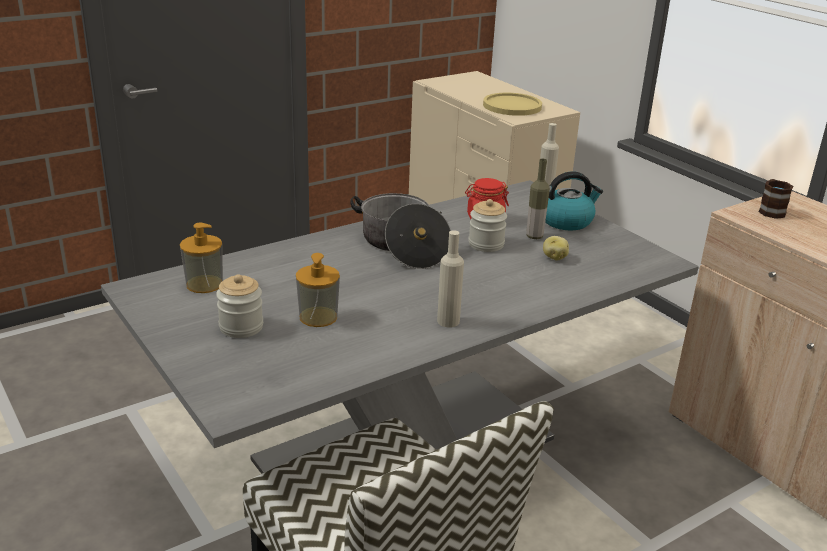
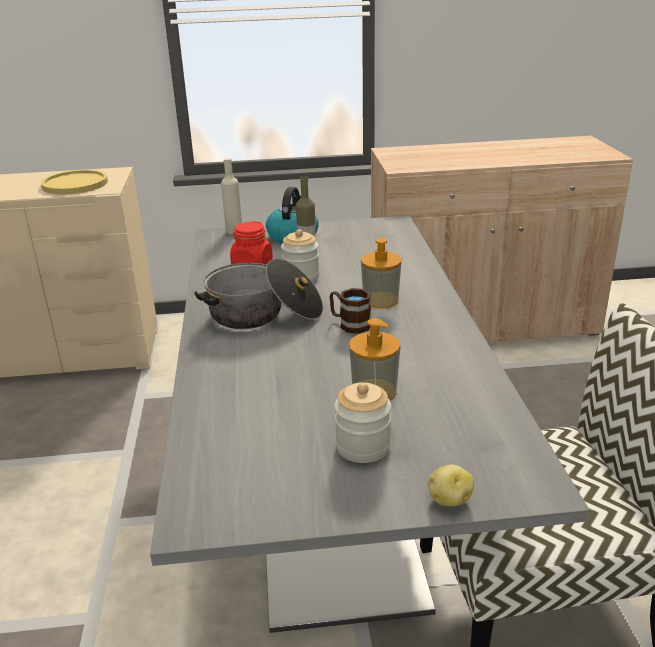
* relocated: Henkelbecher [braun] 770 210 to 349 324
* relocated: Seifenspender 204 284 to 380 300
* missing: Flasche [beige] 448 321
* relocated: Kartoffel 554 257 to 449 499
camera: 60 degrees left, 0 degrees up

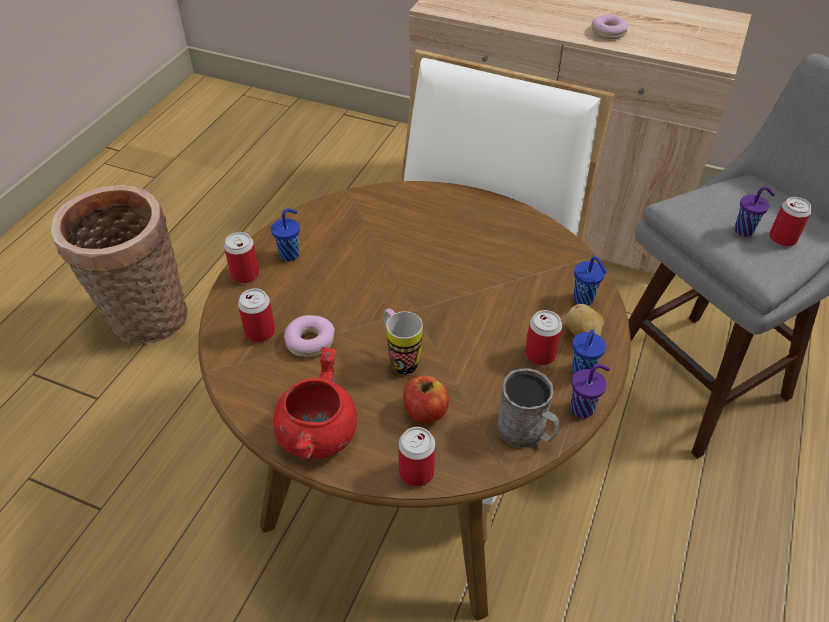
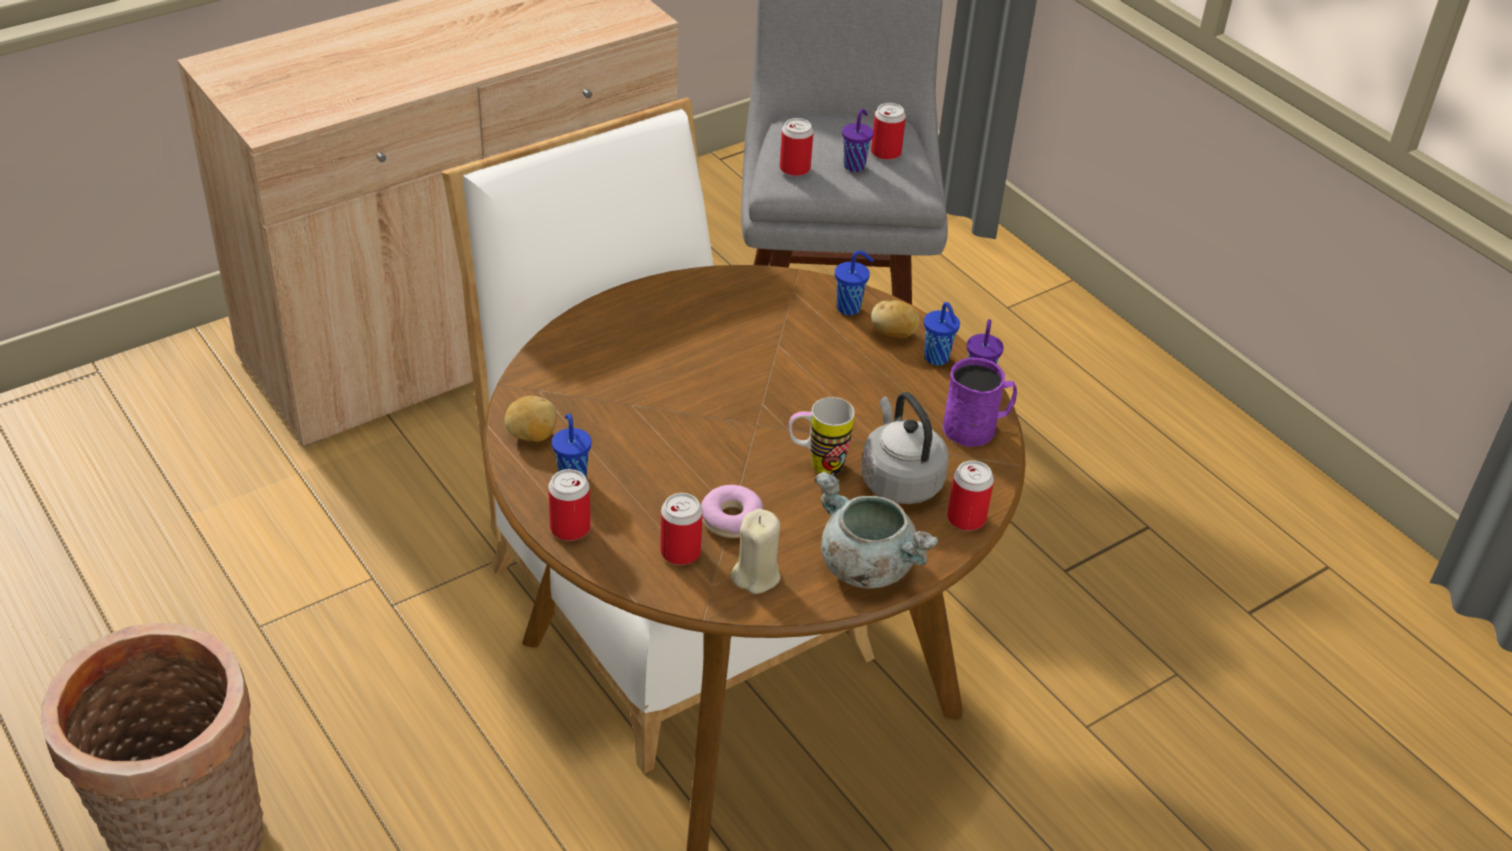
* missing: Donut 608 32
* relocated: Dose 540 354 to 794 169
* colour: Kochtopf [rot] 317 434 to Kochtopf [grau] 865 566
* colour: Henkelbecher [grau] 526 432 to Henkelbecher [lila] 976 427
* exchanged: Apfel 425 411 to Wasserkessel [grau] 899 479
* appeared: Kartoffel 531 435
* appeared: Kerze [beige] 756 575
camera: 60 degrees left, 5 degrees down

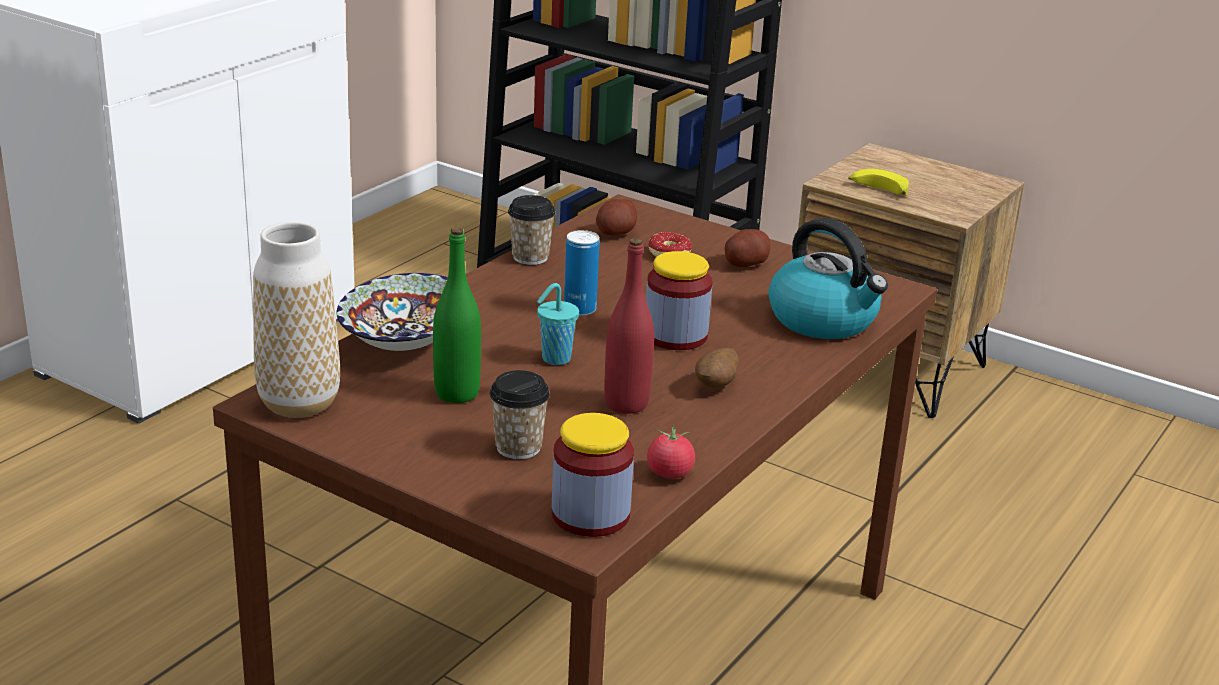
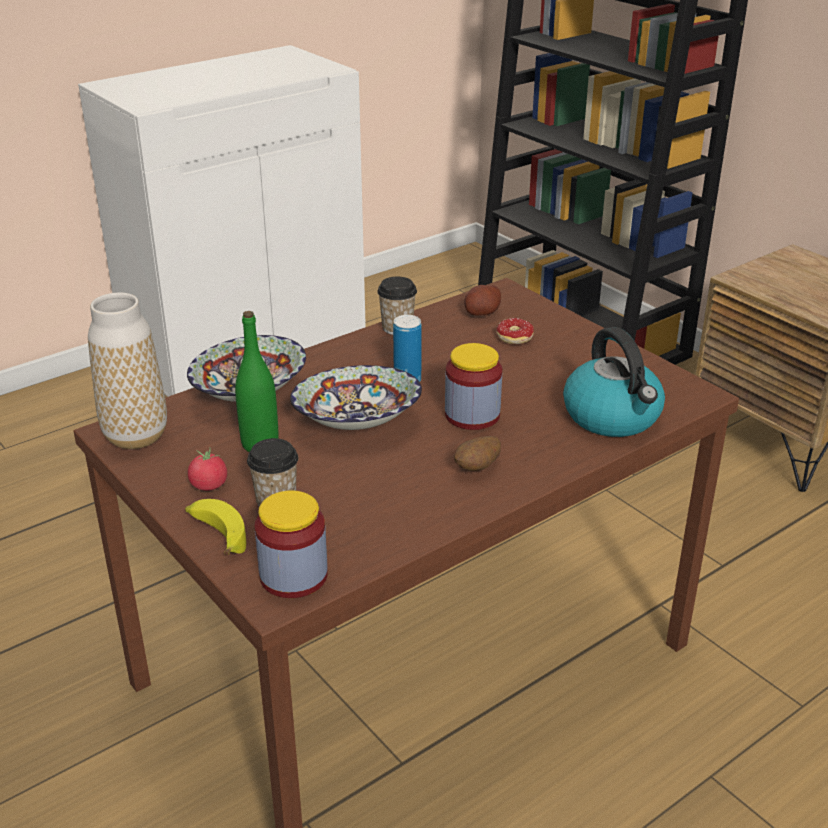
* relocated: Banane 877 190 to 216 534
* missing: Kartoffel 745 264
* missing: Flasche [rot] 626 404
* exchanged: Tasse [türkis] 554 359 to Schüssel 357 424
* relocated: Tomate 669 473 to 209 485
camera: 20 degrees right, 5 degrees up

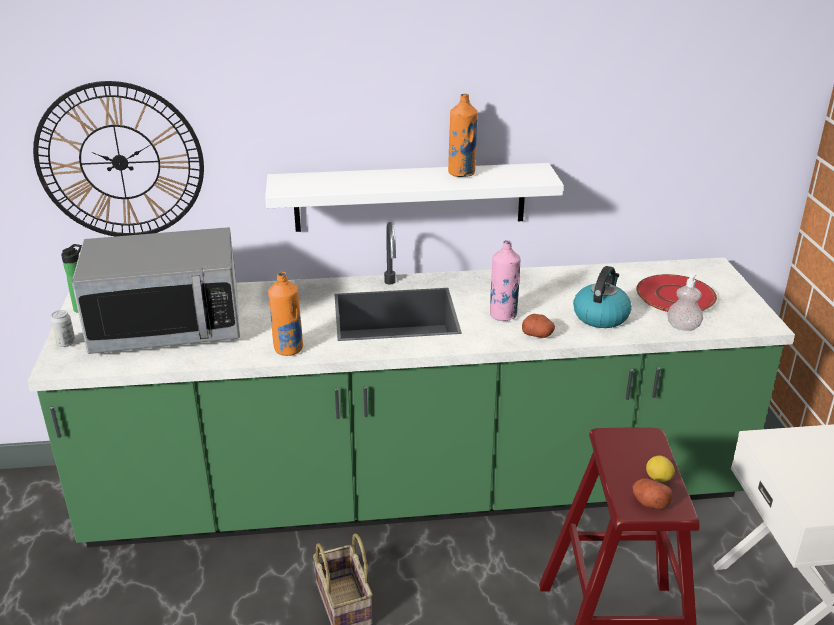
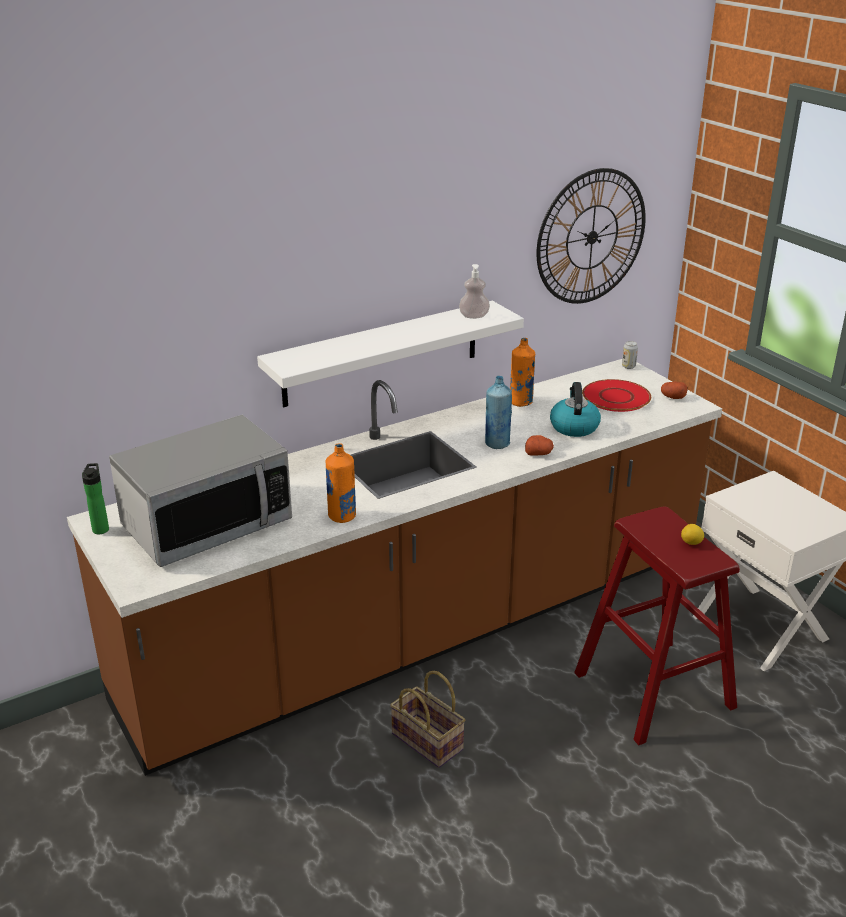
* relocated: Wanduhr 120 162 to 591 237
* relocated: Flasche [orange] 462 173 to 521 402
* colour: Küchenzeile [grün] 417 491 to Küchenzeile [braun] 422 630
* colour: Flasche [rosa] 503 315 to Flasche [blau] 497 444
* relocated: Seifenspender 683 327 to 474 316
* relocated: Dose 66 343 to 628 366
* relocated: Kartoffel 649 502 to 672 397
camera: 25 degrees left, 0 degrees up

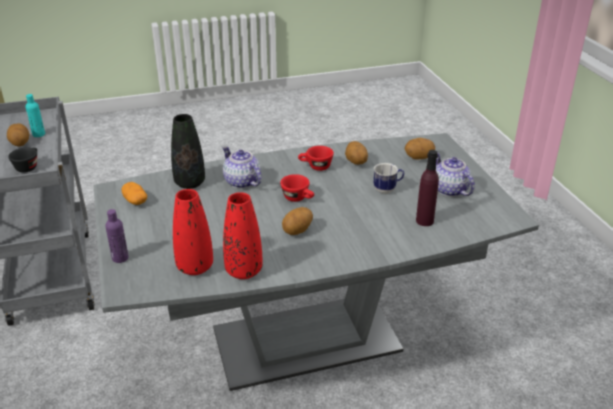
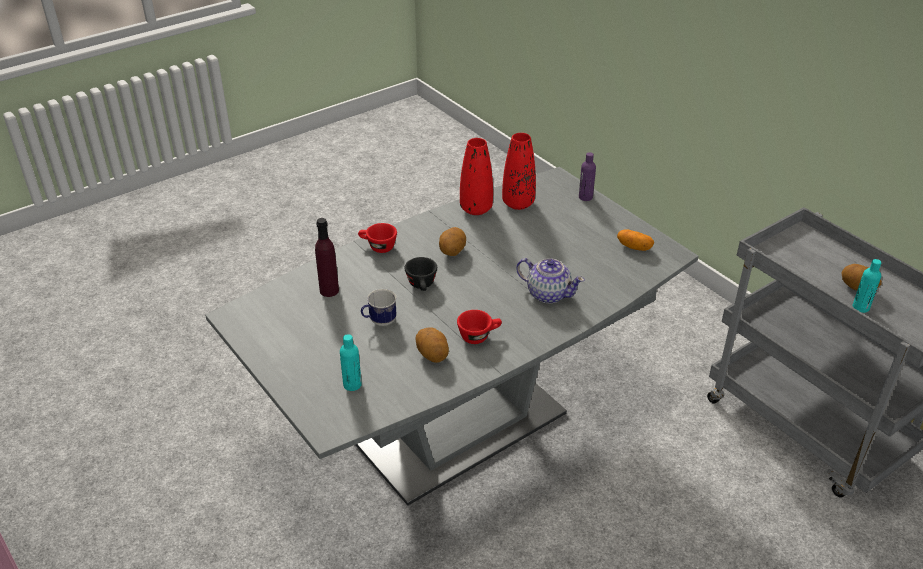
* missing: Vase [schwarz] 190 183
* exchanged: Kartoffel 419 158 to Flasche [türkis] 352 385
* relocated: Tasse [schwarz] 28 166 to 422 286
* missing: Teekanne 449 190
* relocated: Tasse [rot] 298 198 to 377 247
camera: 160 degrees right, 5 degrees up

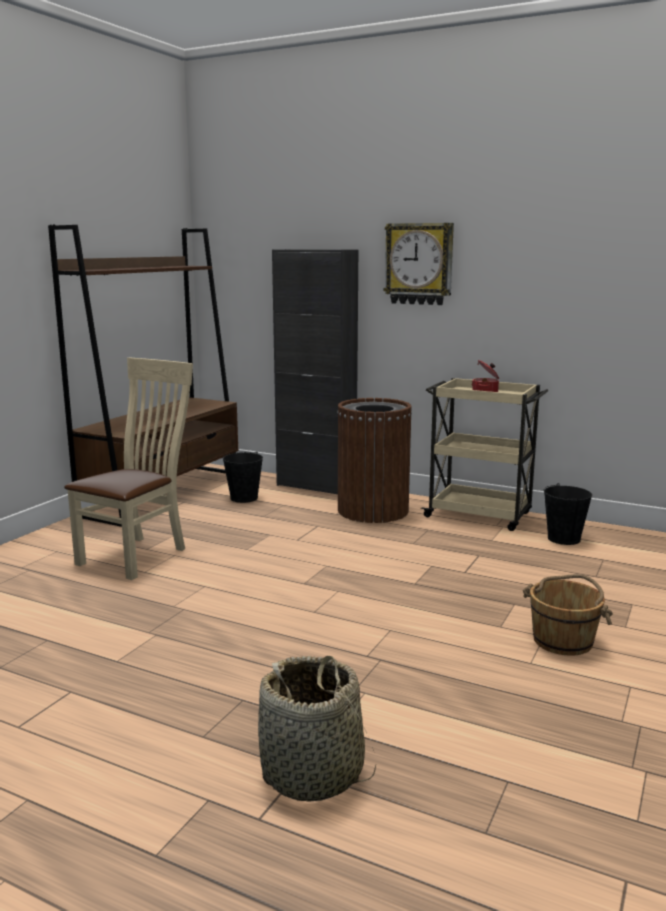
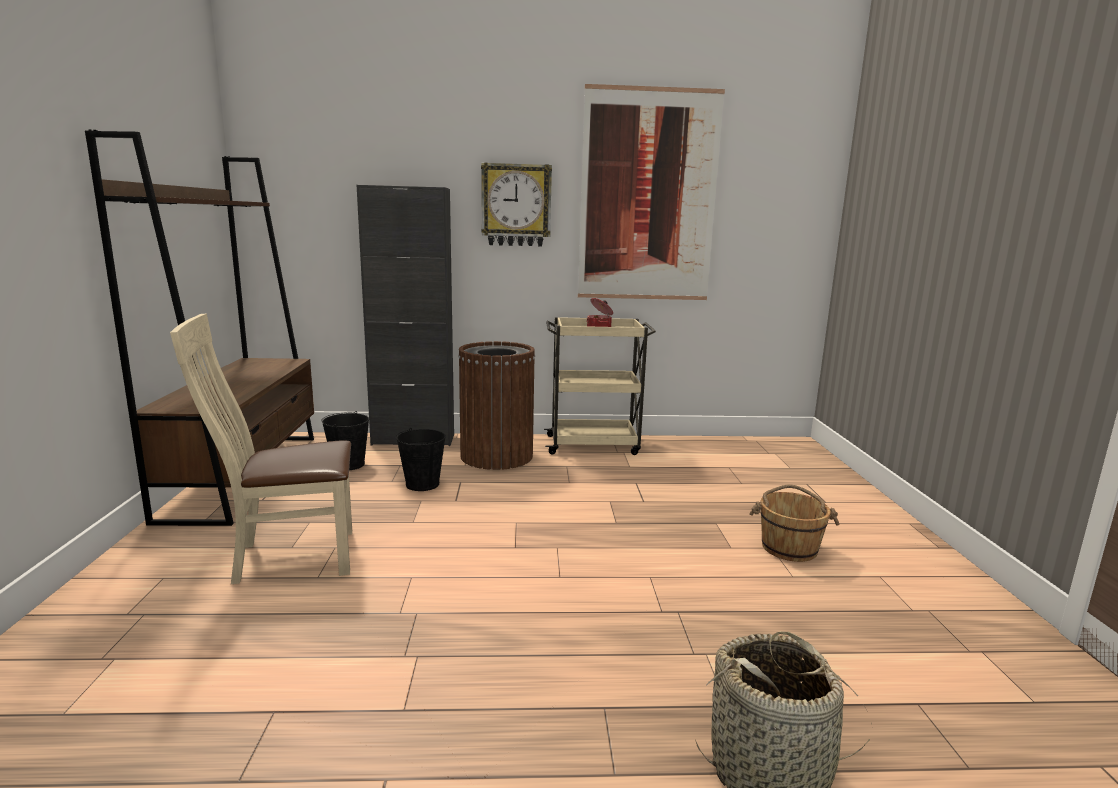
* spun: Stuhl [beige] 138 555 = 287 557 105 degrees counterclockwise
* relocated: Eimer [schwarz] 564 538 to 422 484
* appeared: Bild 648 197
camera: 30 degrees left, 0 degrees up

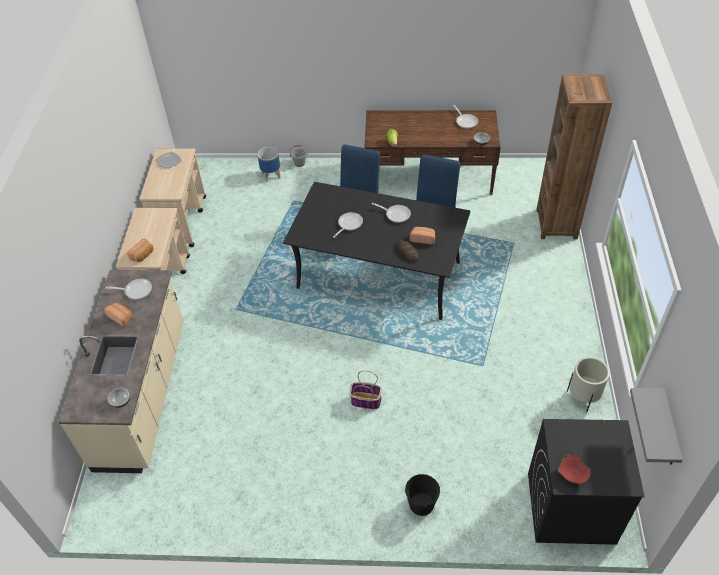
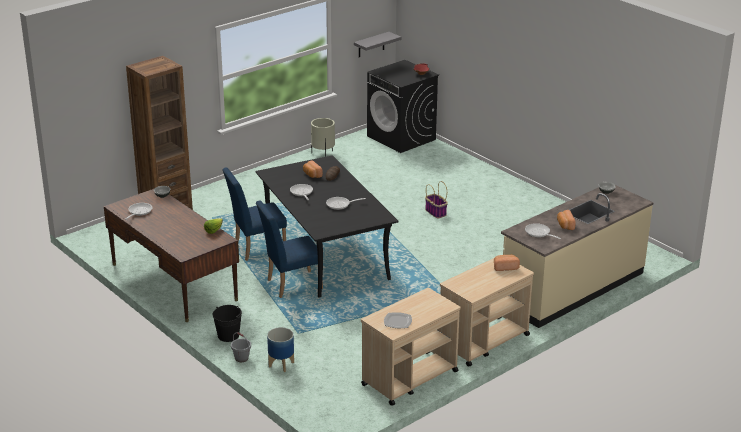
* relocated: Eimer [schwarz] 421 504 to 228 335
camera: 135 degrees left, 20 degrees down

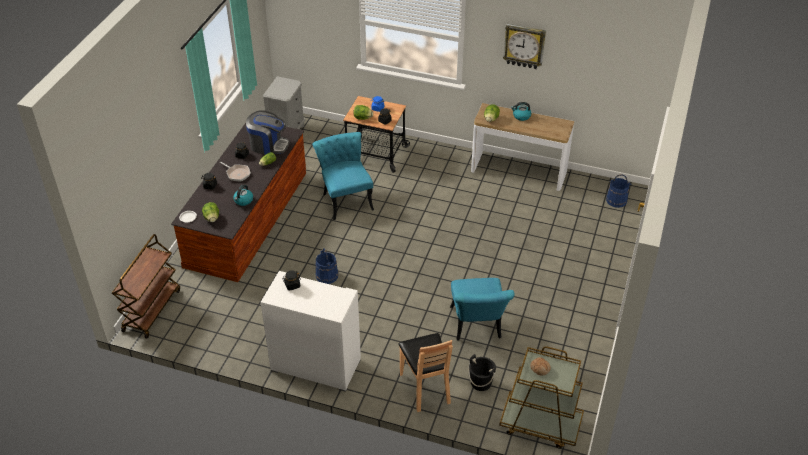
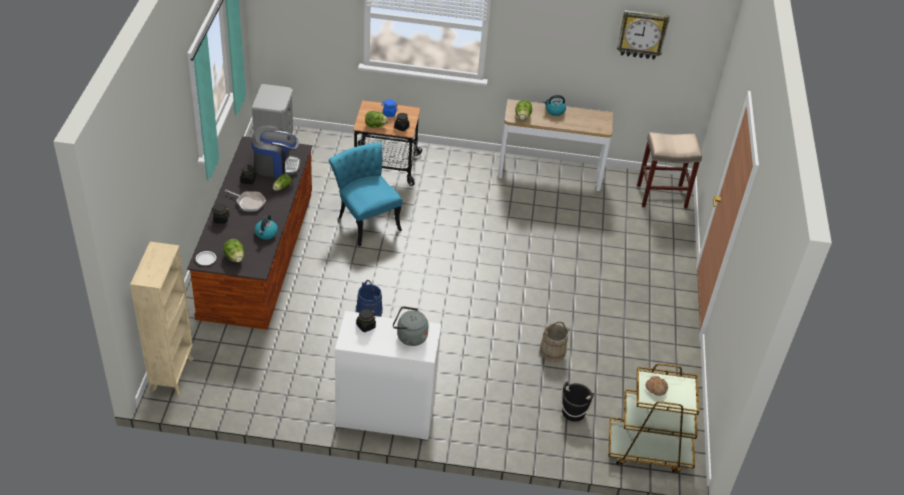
* relocated: Wanduhr 524 46 to 642 34
* exchanged: Eimer [blau] 616 200 to Hocker [beige] 662 196
* exchanged: Rollwagen [braun] 151 310 to Bücherregal [beige] 173 373
* exchanged: Stuhl [türkis] 477 327 to Eimer [beige] 552 351
* missing: Stuhl [braun] 425 387
* appeared: Wasserkessel [grau] 409 336
camera: 15 degrees left, 0 degrees up

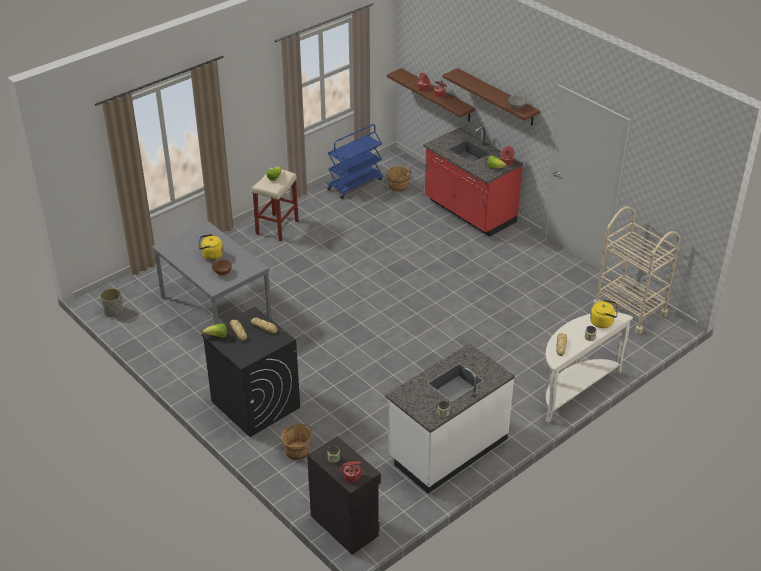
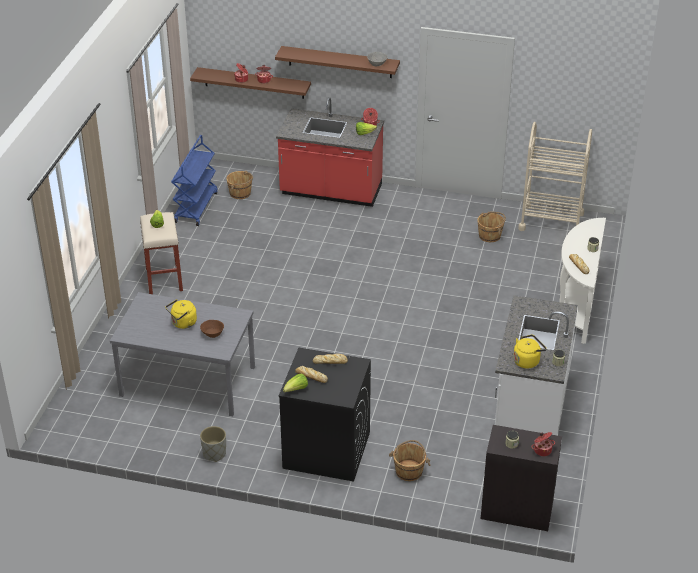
* relocated: Pflanzkübel [grau] 113 311 to 214 454
* relocated: Wasserkessel [gelb] 603 322 to 527 361
* appeared: Eimer [braun] 490 235
camera: 35 degrees left, 0 degrees up

